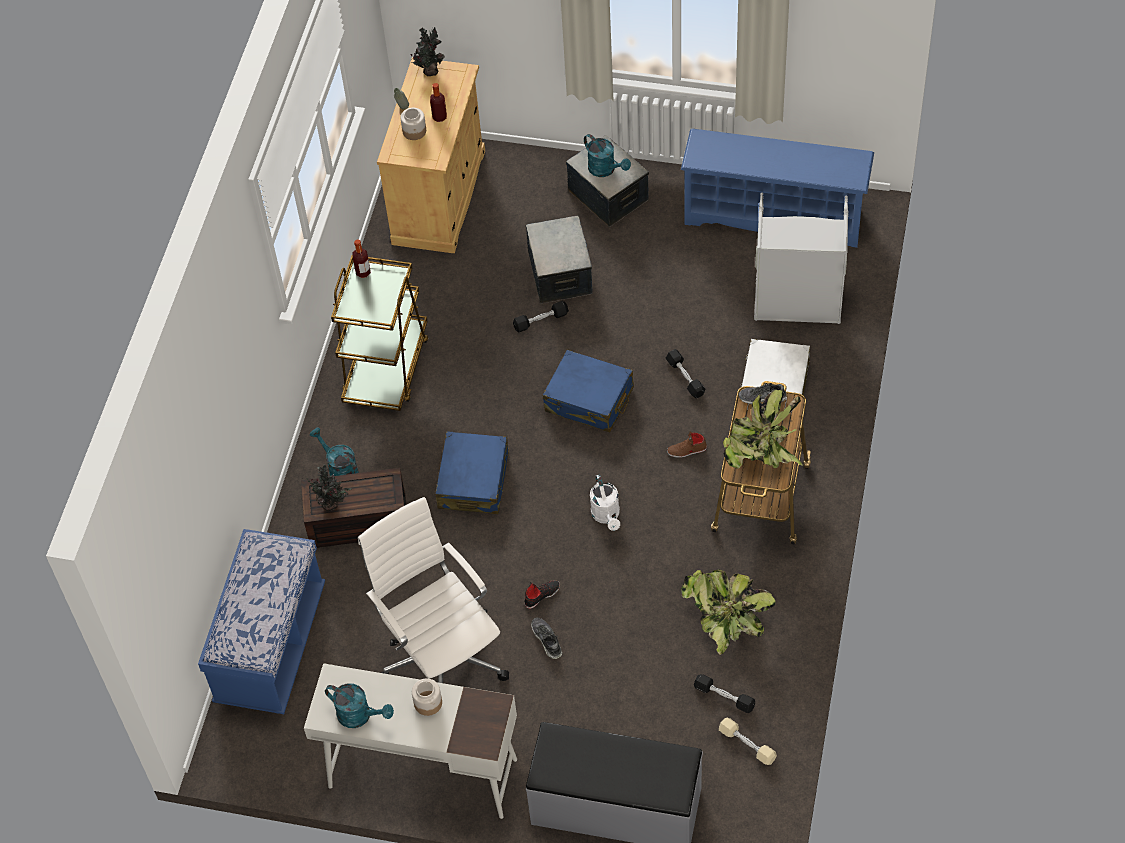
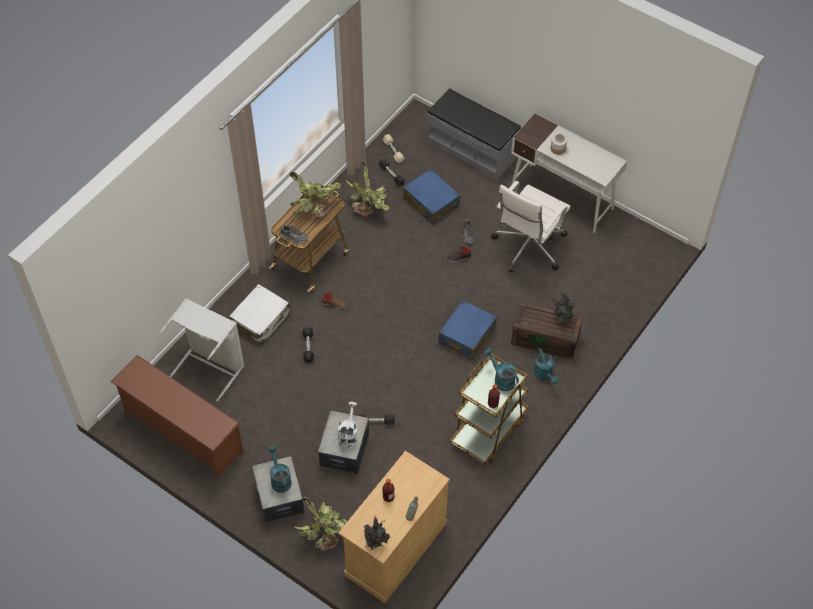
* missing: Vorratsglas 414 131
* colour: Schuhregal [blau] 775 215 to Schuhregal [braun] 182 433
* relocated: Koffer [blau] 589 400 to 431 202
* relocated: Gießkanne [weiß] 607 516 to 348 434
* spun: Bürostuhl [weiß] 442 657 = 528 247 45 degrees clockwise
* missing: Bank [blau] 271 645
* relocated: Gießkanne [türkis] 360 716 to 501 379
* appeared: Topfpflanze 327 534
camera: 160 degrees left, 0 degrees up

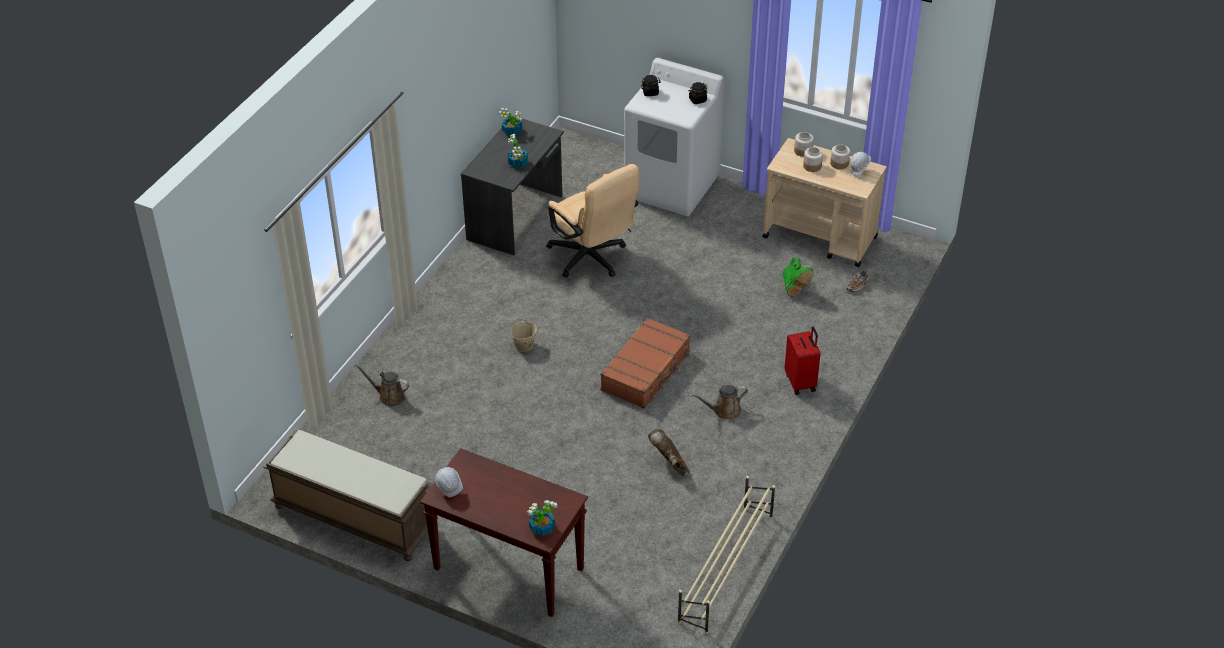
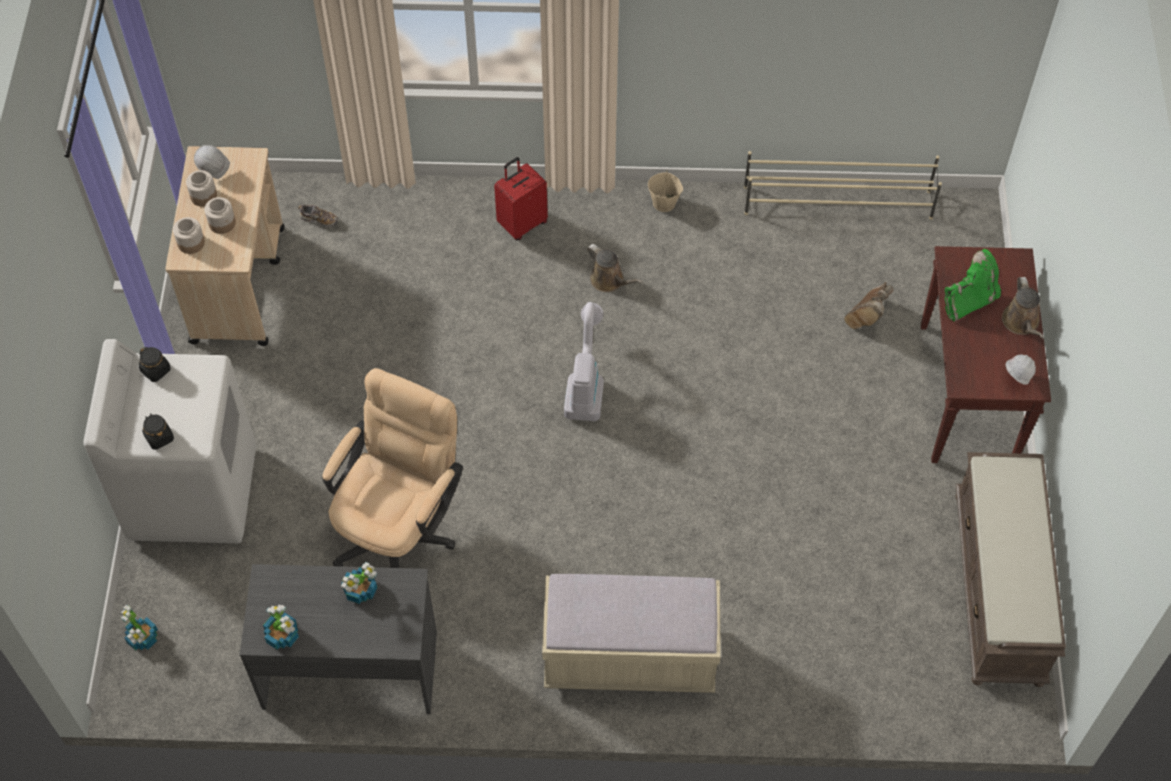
* relocated: Stiefel [grün] 794 287 to 969 301
* exchanged: Koffer [braun] 646 371 to Staubsauger 585 382
* relocated: Eimer [beige] 524 346 to 664 203
* relocated: Gießkanne [braun] 389 396 to 1021 323
* relocated: Stiefel [braun] 669 464 to 867 317
* relocated: Topfpflanze 541 528 to 143 638
* appeared: Bank [beige] 629 657
camera: 115 degrees left, 15 degrees up

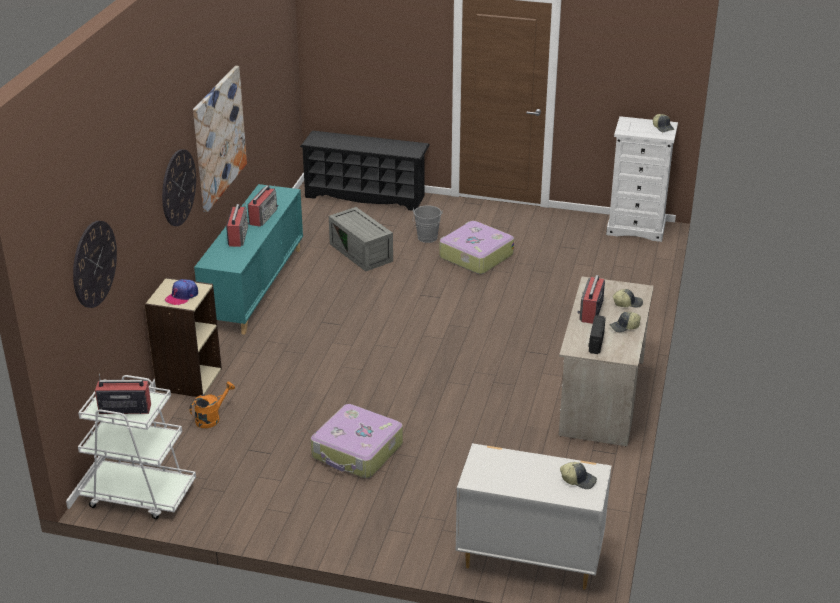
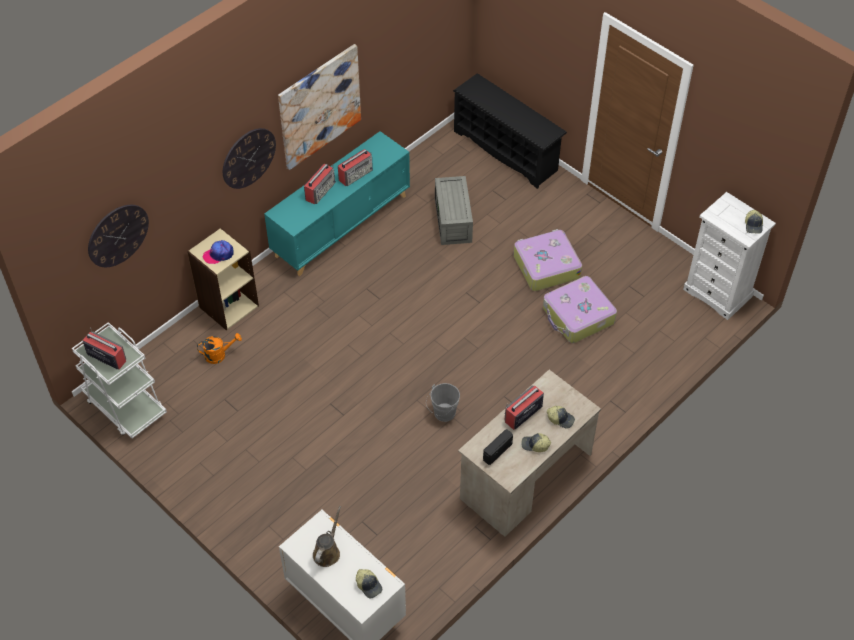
* relocated: Eimer [grau] 427 239 to 443 414
* relocated: Koffer 357 451 to 578 316
* appeared: Gießkanne [braun] 327 551
camera: 30 degrees right, 20 degrees up

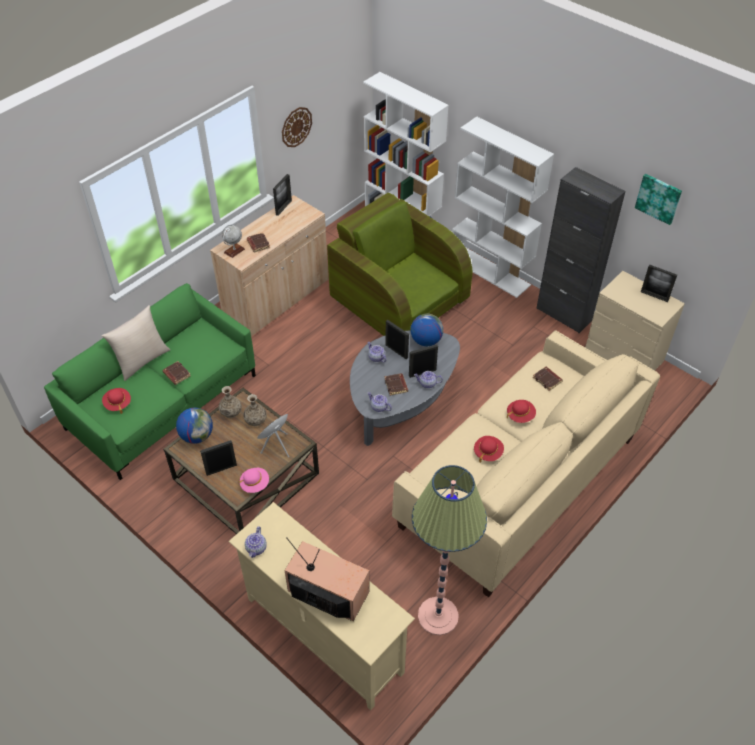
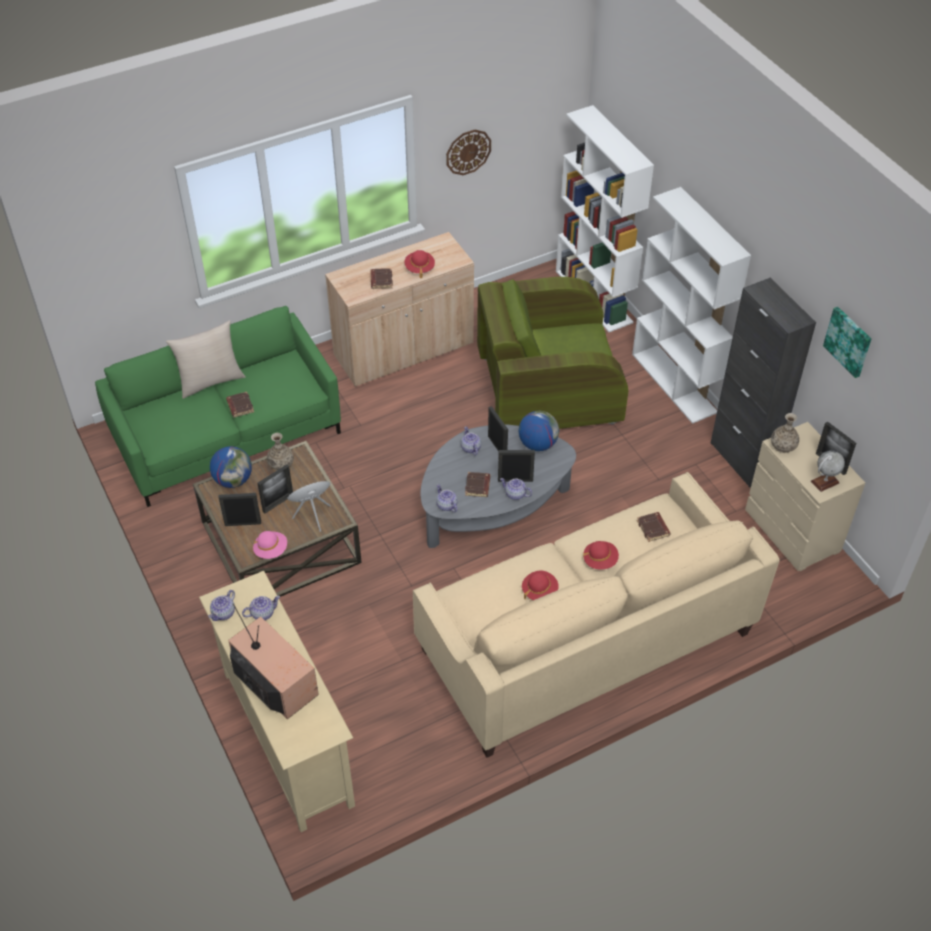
* relocated: Bilderrahmen 283 208 to 278 503
* spun: Sessel [grün] 399 299 = 546 388 75 degrees counterclockwise
* relocated: Globus 234 251 to 824 482
* relocated: Hut [rot] 117 403 to 419 268
* relocated: Vase 255 420 to 783 445
* missing: Stehlampe 438 616
* appeared: Teekanne 262 613
camera: 20 degrees right, 0 degrees up

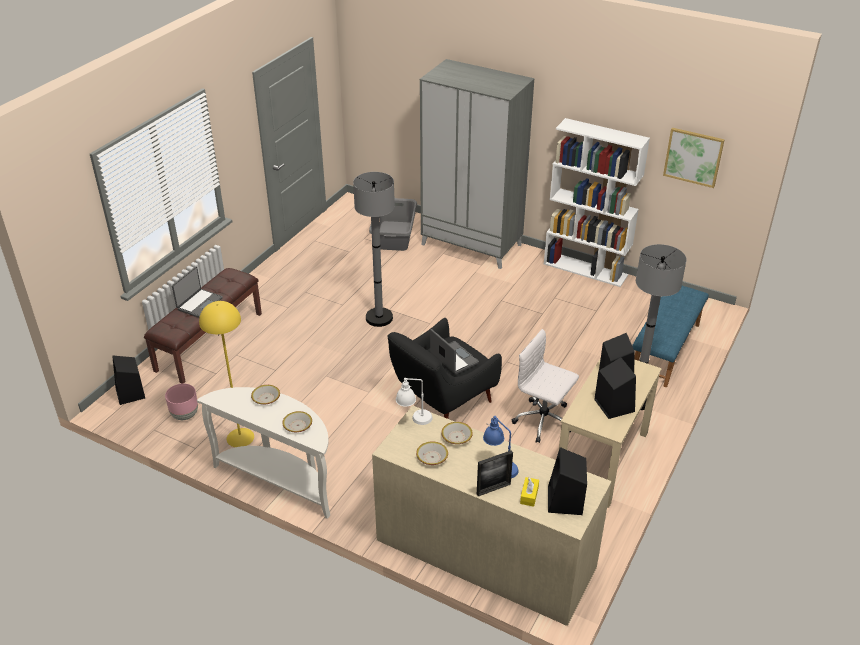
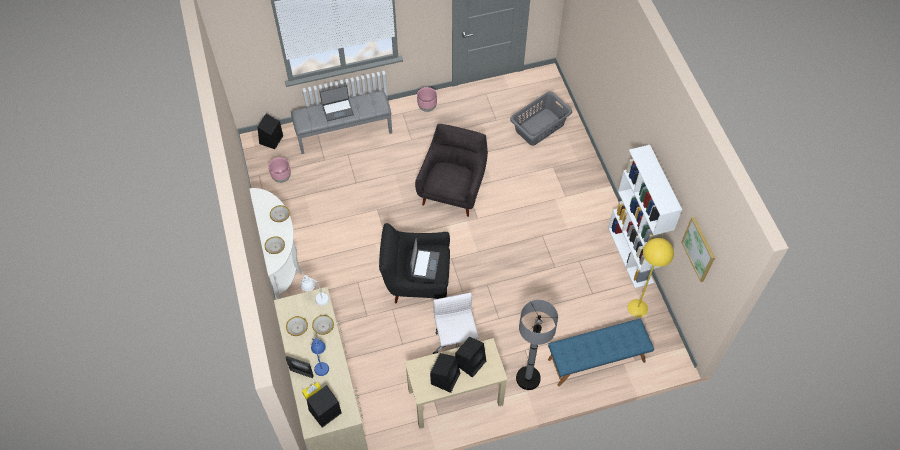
* missing: Kleiderschrank [grau] 472 244
* exchanged: Stehlampe [grau] 379 318 to Sessel [grau] 453 190
* colour: Bank [braun] 209 341 to Bank [grau] 344 132
* relocated: Stehlampe [gelb] 240 437 to 637 308
* appeared: Pflanzkübel [rosa] 427 107
camera: 45 degrees right, 20 degrees up

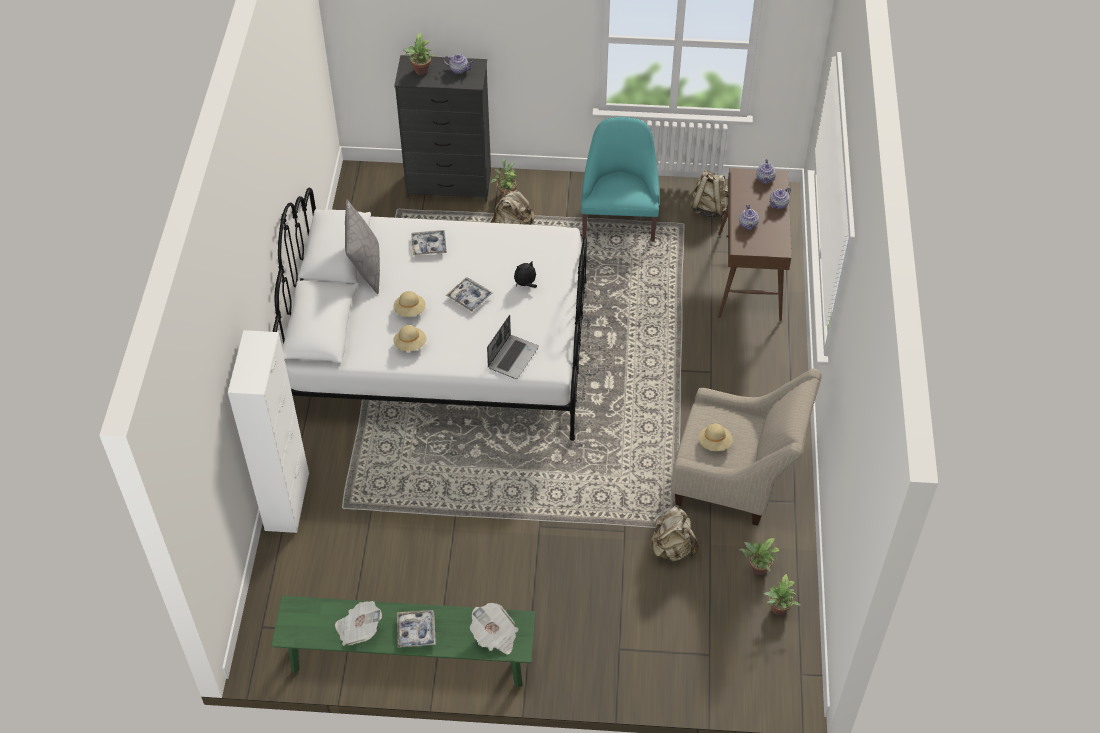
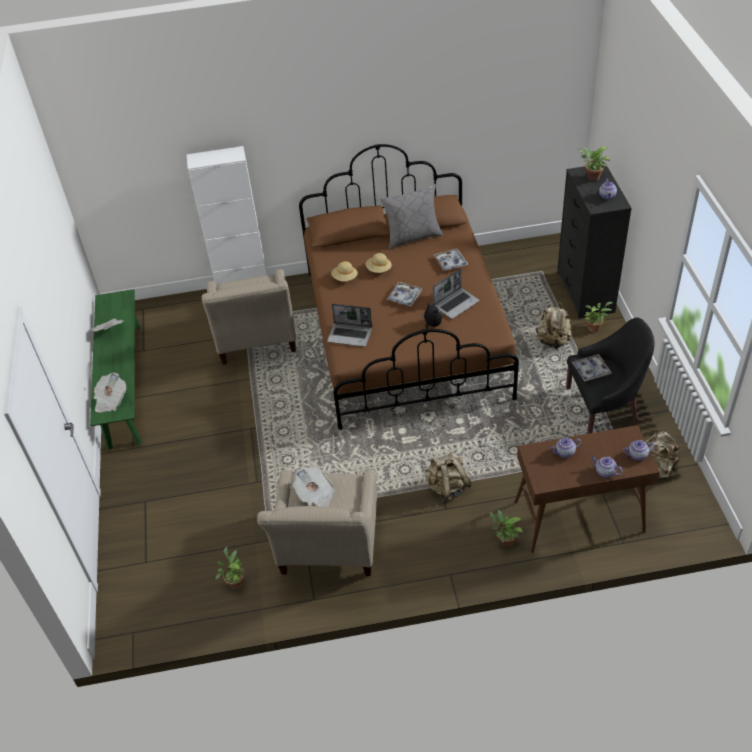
* colour: Sessel [türkis] 619 219 to Sessel [schwarz] 604 406
* colour: Bett [weiß] 442 350 to Bett [braun] 406 333
* exchanged: Hut [beige] 714 443 to Zeitung 315 495
* relocated: Rucksack [beige] 672 548 to 447 488
* relocated: Topfpflanze 778 610 to 504 541
* relocated: Tablett 416 631 to 591 370
* appeared: Laptop 456 303
* appeared: Sessel [beige] 256 341
camera: 80 degrees right, 5 degrees down

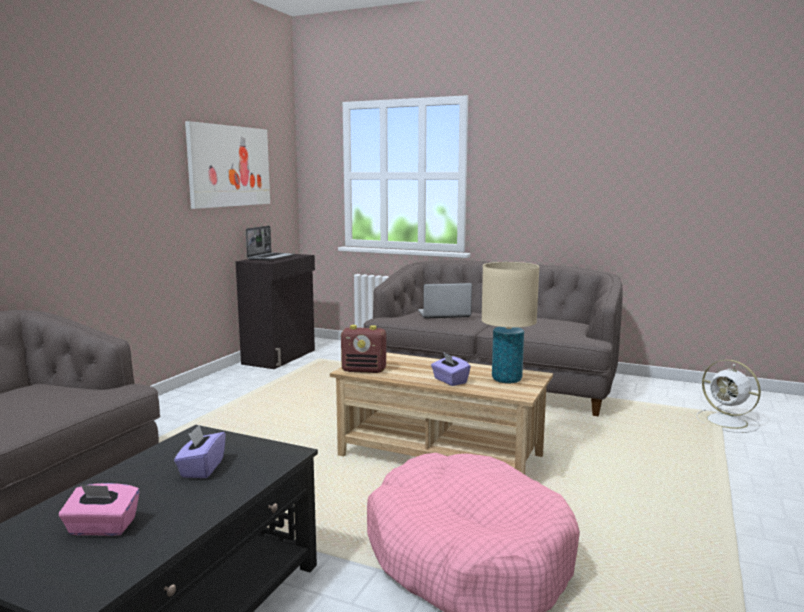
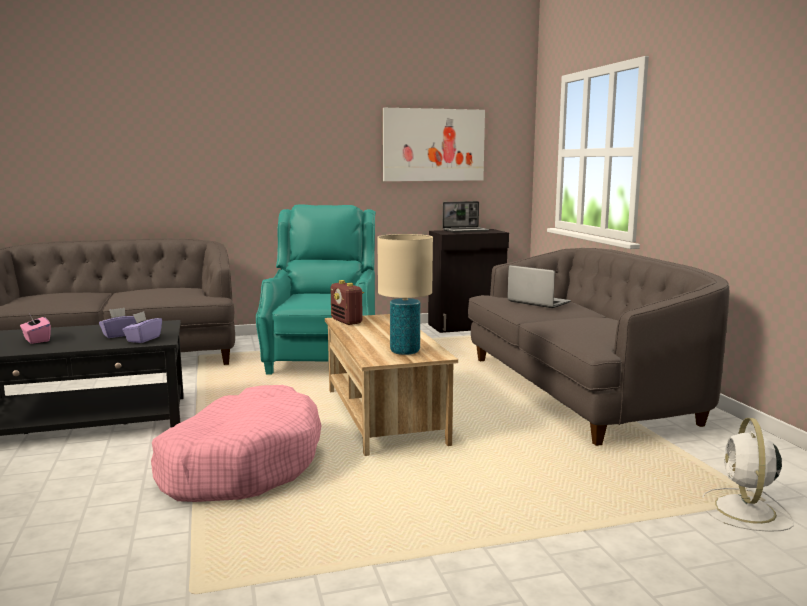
* relocated: Taschentuchbox [lila] 450 381 to 143 339
* appeared: Sessel [türkis] 323 359
camera: 50 degrees right, 0 degrees up

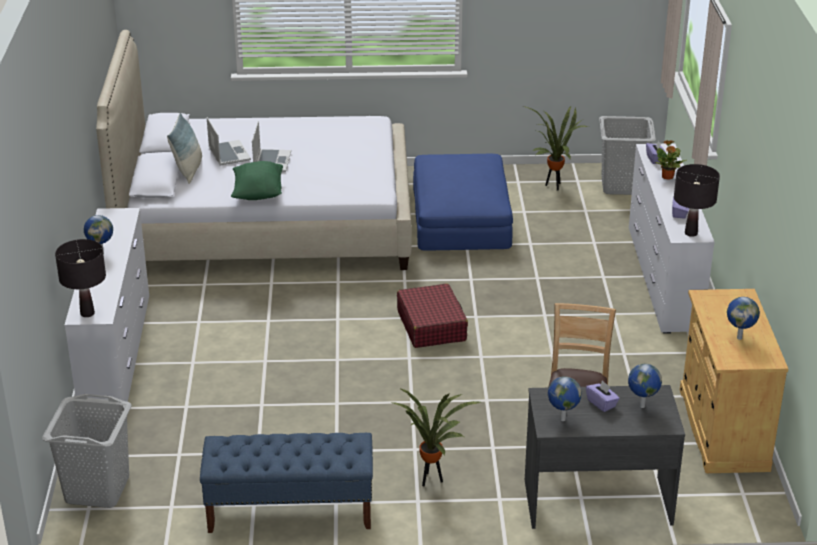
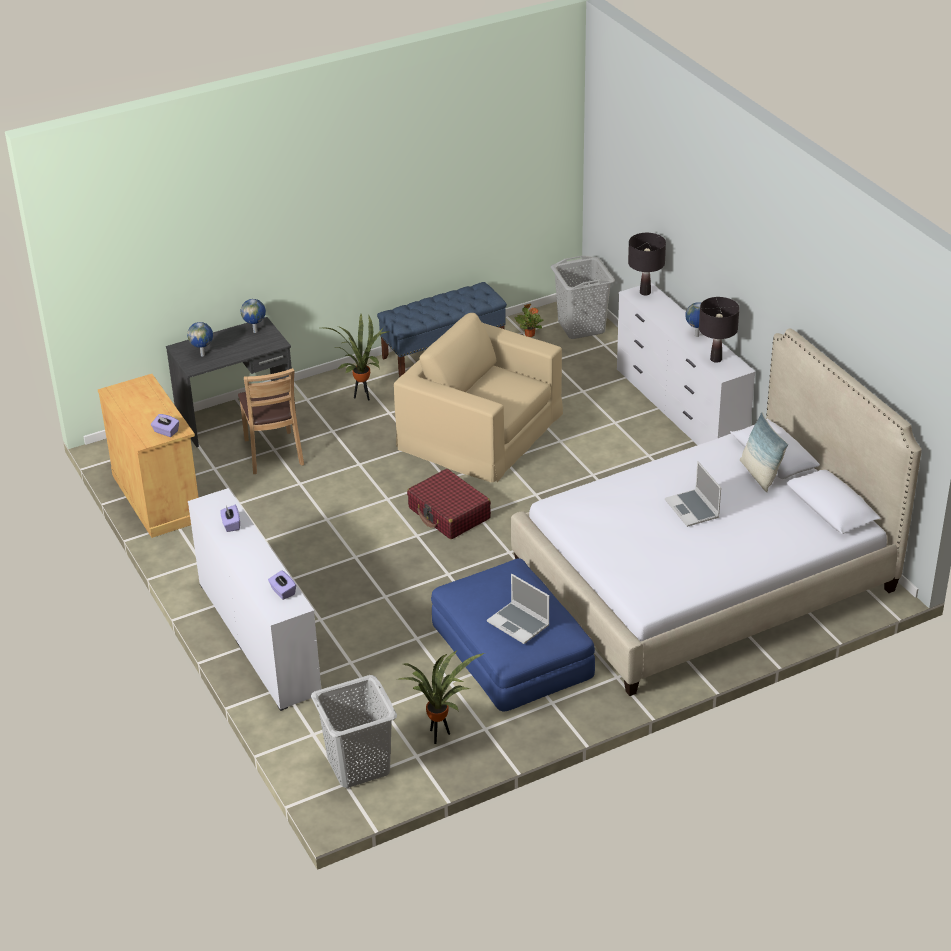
* relocated: Laptop 228 154 to 519 624
* relocated: Topfpflanze 667 177 to 529 334
* missing: Kissen [grün] 258 193
* relocated: Tischlampe [schwarz] 690 233 to 716 359
* missing: Globus 739 337
* relocated: Taschentuchbox [lila] 601 403 to 166 432
* appeared: Sessel [beige] 480 430
camera: 155 degrees right, 5 degrees up

